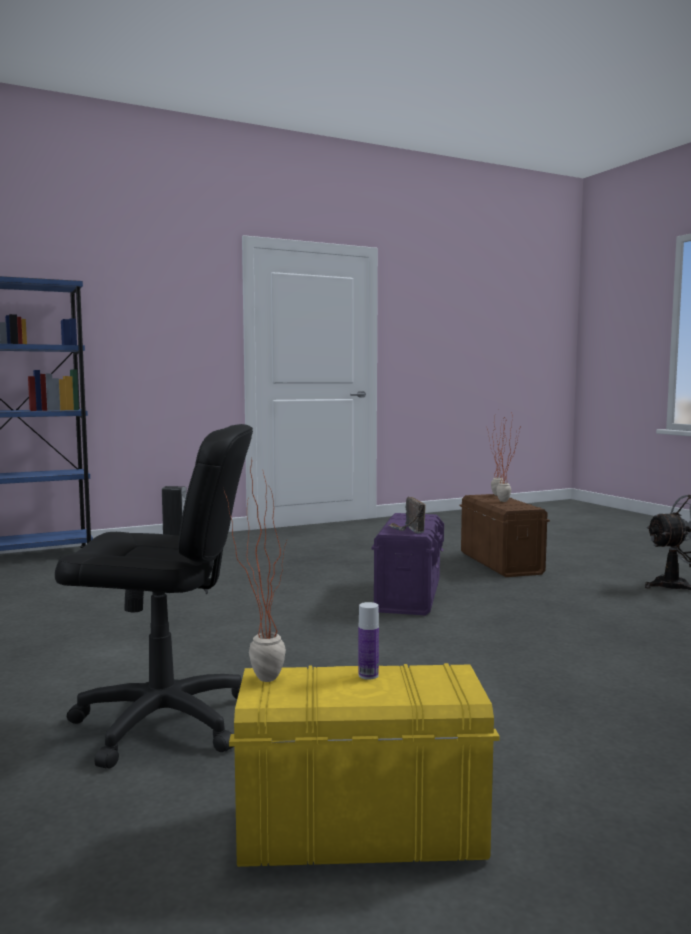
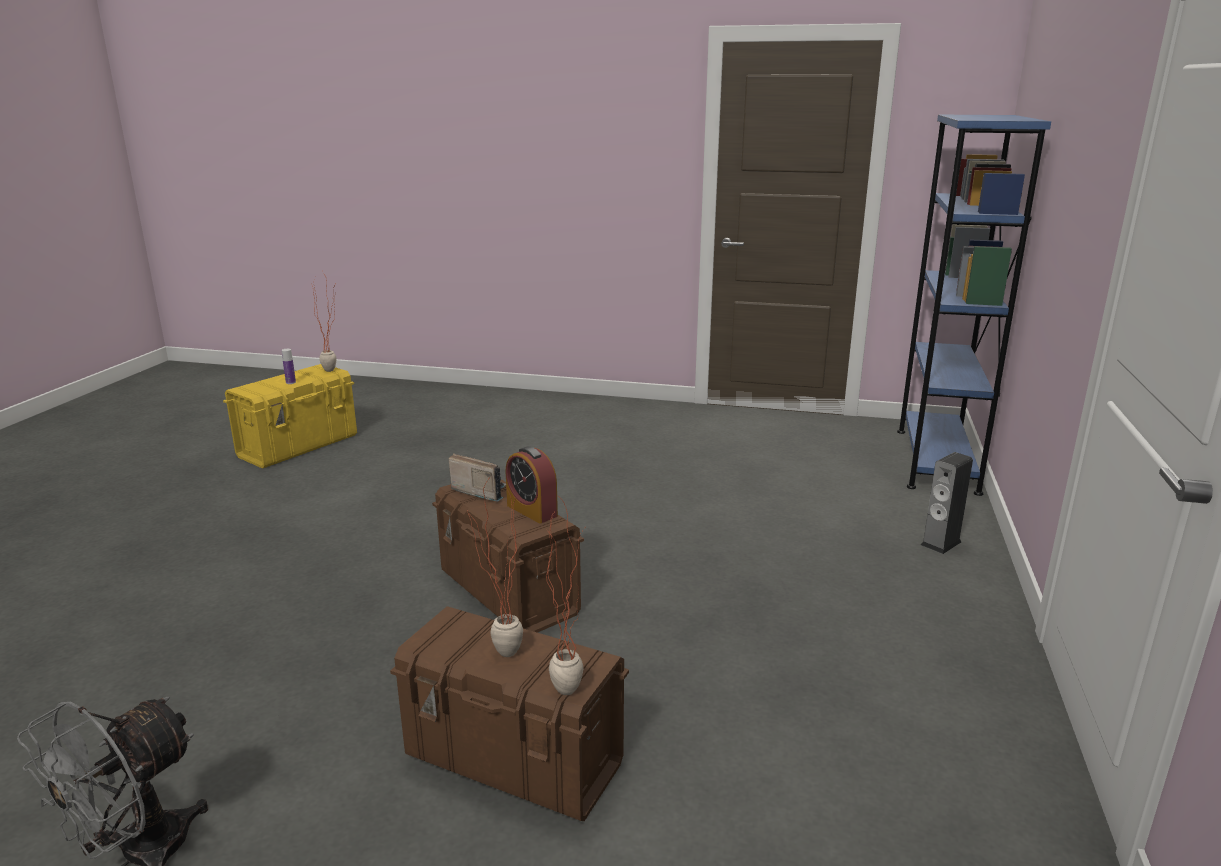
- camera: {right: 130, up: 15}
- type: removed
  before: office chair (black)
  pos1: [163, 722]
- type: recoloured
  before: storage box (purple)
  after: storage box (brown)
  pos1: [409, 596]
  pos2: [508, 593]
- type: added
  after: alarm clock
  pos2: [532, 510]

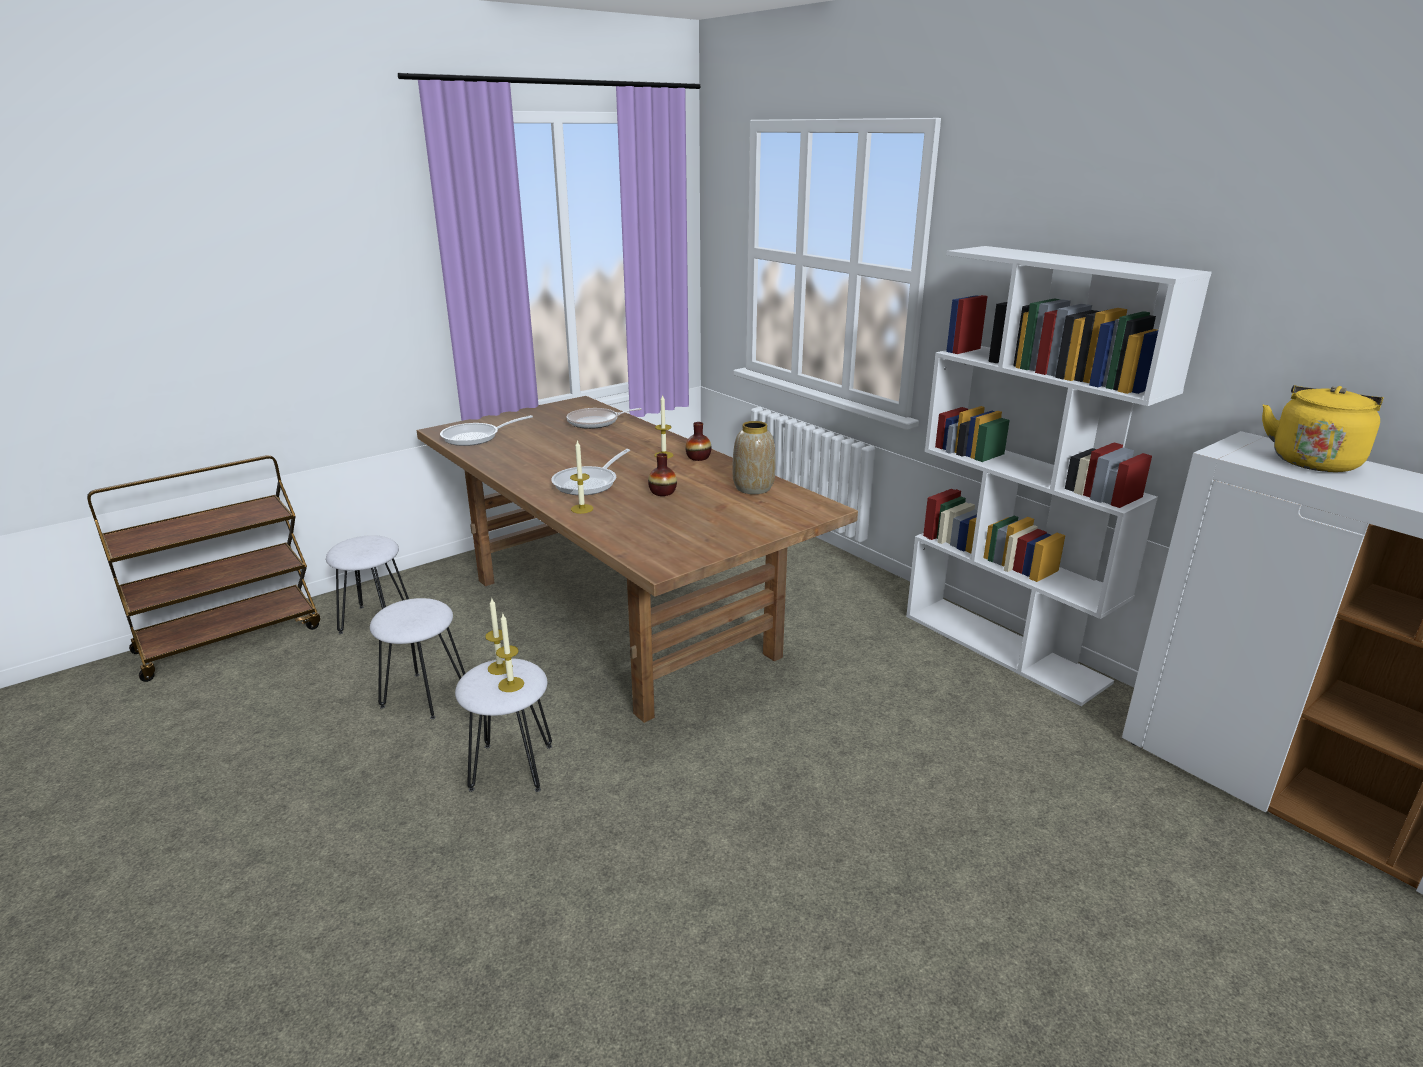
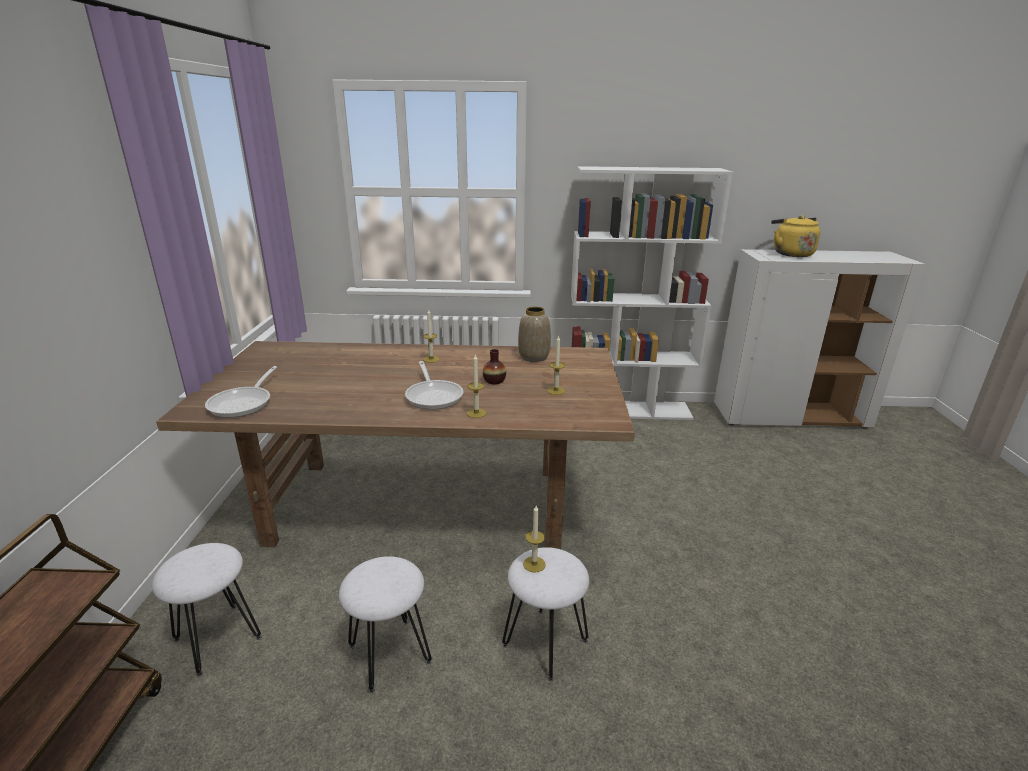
- camera: {right: -50, up: 0}
- type: removed
  before: frying pan
  pos1: [596, 422]
- type: removed
  before: vase
  pos1: [698, 457]
- type: moved
  before: candle
  pos1: [511, 684]
  pos2: [556, 390]

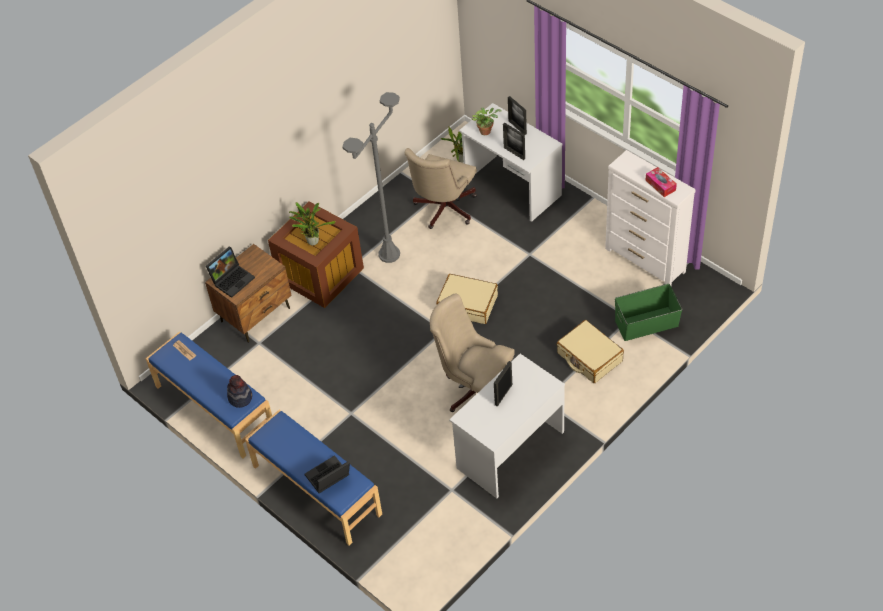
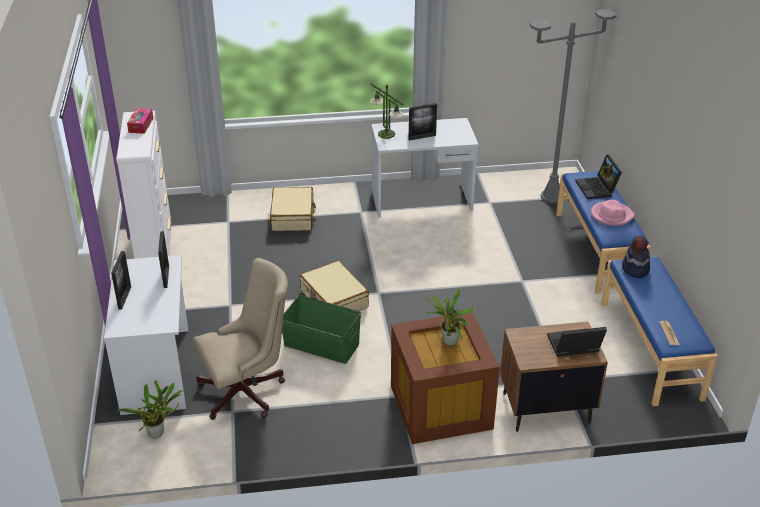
- camera: {right: -145, up: -15}
- type: moved
  before: floor lamp (grey)
  pos1: [389, 254]
  pos2: [551, 197]
- type: removed
  before: potted plant
  pos1: [486, 131]
- type: moved
  before: storage box (green)
  pos1: [647, 324]
  pos2: [321, 344]
- type: removed
  before: office chair (beige)
  pos1: [474, 389]
- type: turned
  before: laptop
  pos1: [328, 478]
  pos2: [597, 189]
  turn: 75
- type: added
  after: table lamp
  pos2: [386, 134]
- type: added
  after: hat (pink)
  pos2: [611, 215]

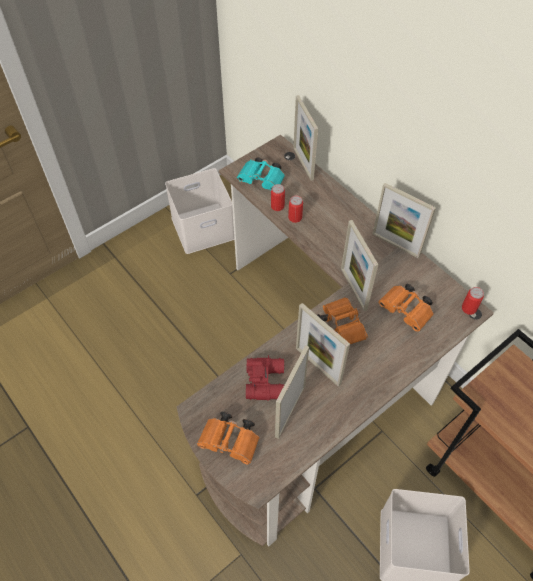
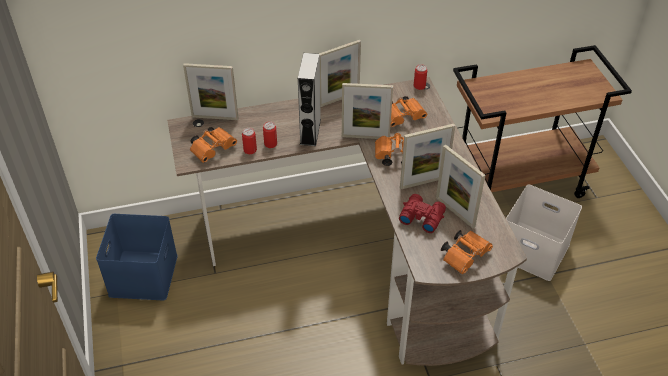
- camera: {right: -65, up: -10}
- type: recoloured
  before: binoculars (turquoise)
  after: binoculars (orange)
  pos1: [263, 181]
  pos2: [214, 149]
- type: recoloured
  before: storage box (white)
  after: storage box (blue)
  pos1: [203, 227]
  pos2: [142, 274]
- type: added
  after: speaker (grey)
  pos2: [310, 132]

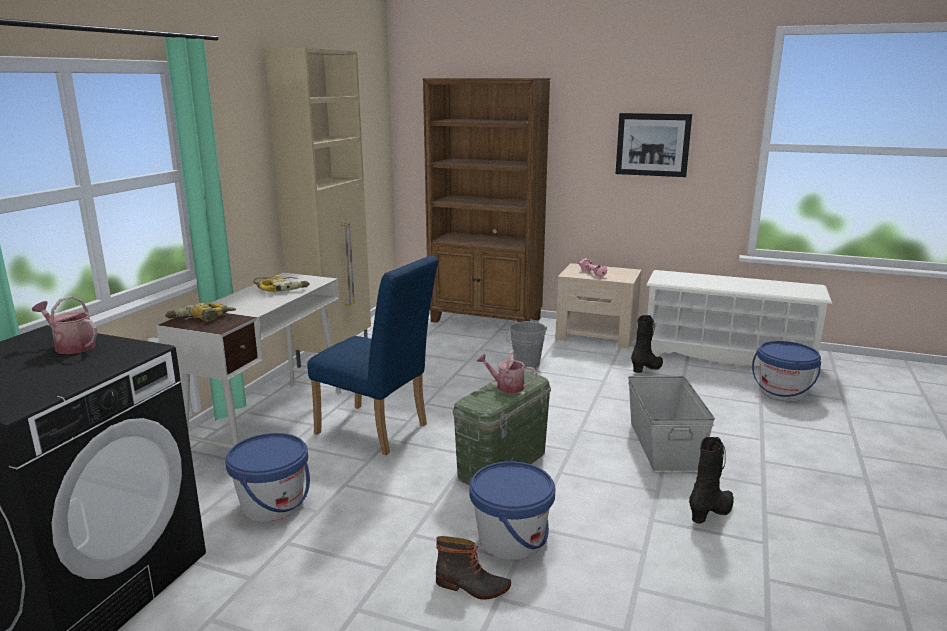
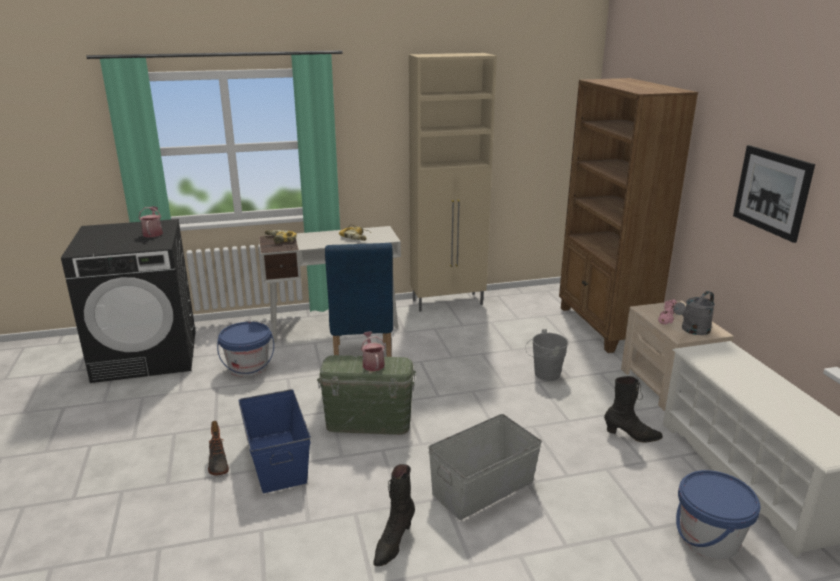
- camera: {right: 55, up: 5}
- type: turned
  before: boot (black)
  pos1: [712, 513]
  pos2: [393, 543]
  turn: 105
- type: replaced
  before: bucket (blue)
  after: storage box (blue)
  pos1: [511, 539]
  pos2: [278, 459]
- type: added
  after: watering can (grey)
  pos2: [692, 330]

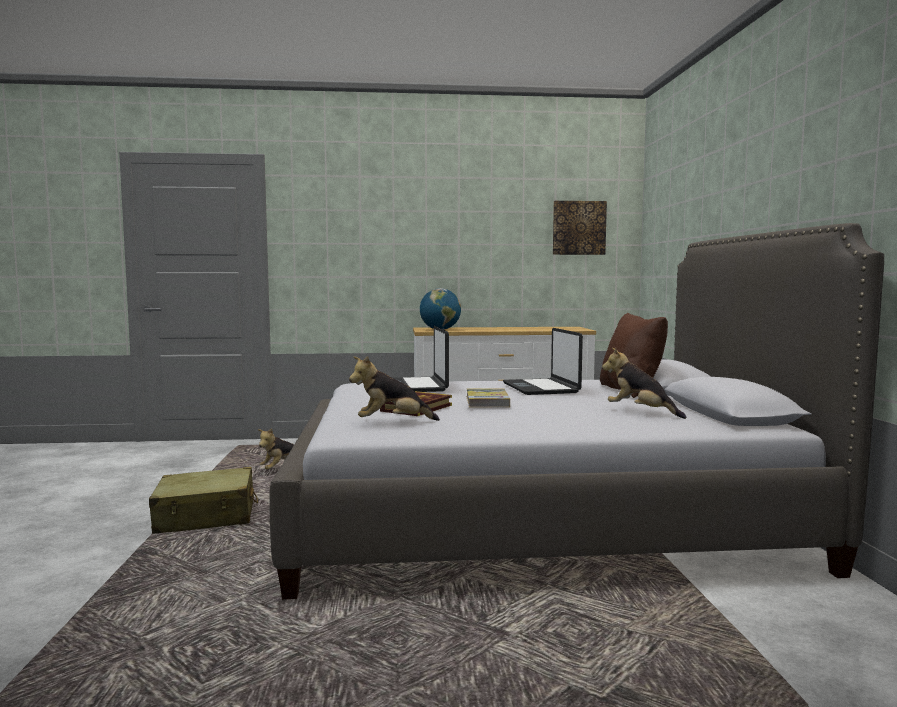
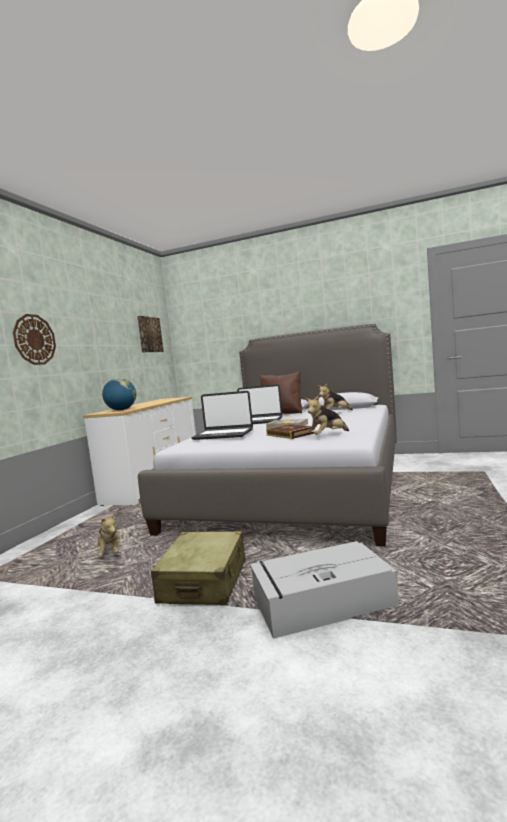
- camera: {right: -65, up: 0}
- type: turned
  before: plush toy
  pos1: [392, 423]
  pos2: [327, 436]
  turn: 45
- type: added
  after: wall clock
  pos2: [34, 339]
- type: added
  after: storage box (grey)
  pos2: [321, 602]

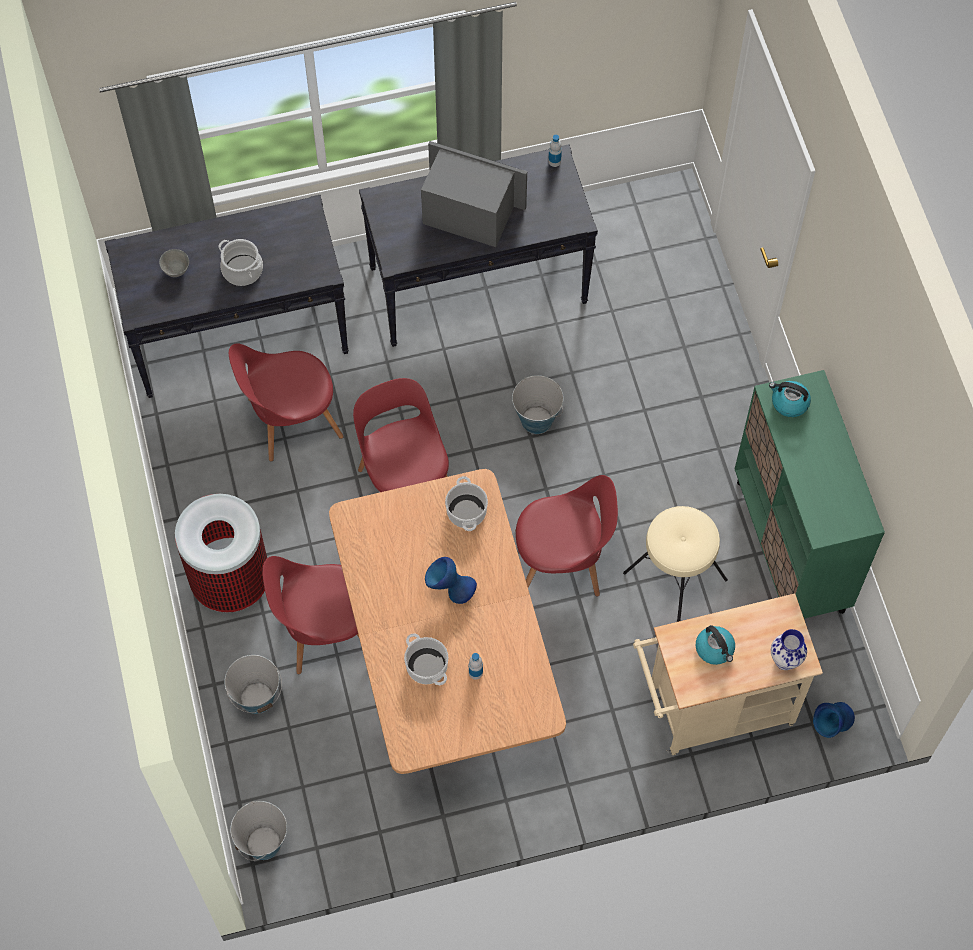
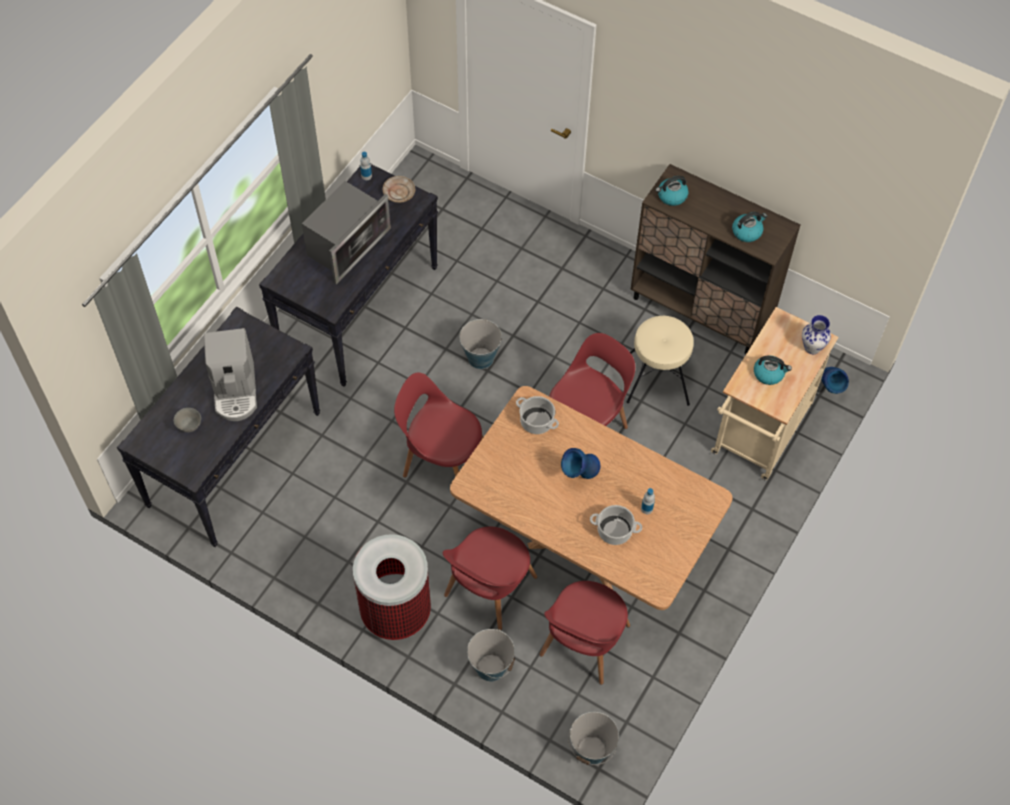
- camera: {right: -45, up: -5}
- type: turned
  before: microwave
  pos1: [469, 213]
  pos2: [346, 245]
  turn: 150
- type: replaced
  before: cooking pot
  after: coffee machine
  pos1: [242, 270]
  pos2: [235, 391]
- type: moved
  before: chair (red)
  pos1: [290, 419]
  pos2: [583, 644]
- type: recoloured
  before: cabinet (green)
  after: cabinet (brown)
  pos1: [790, 546]
  pos2: [701, 310]
- type: added
  after: plate (beige)
  pos2: [399, 192]
- type: added
  after: kettle
  pos2: [747, 232]

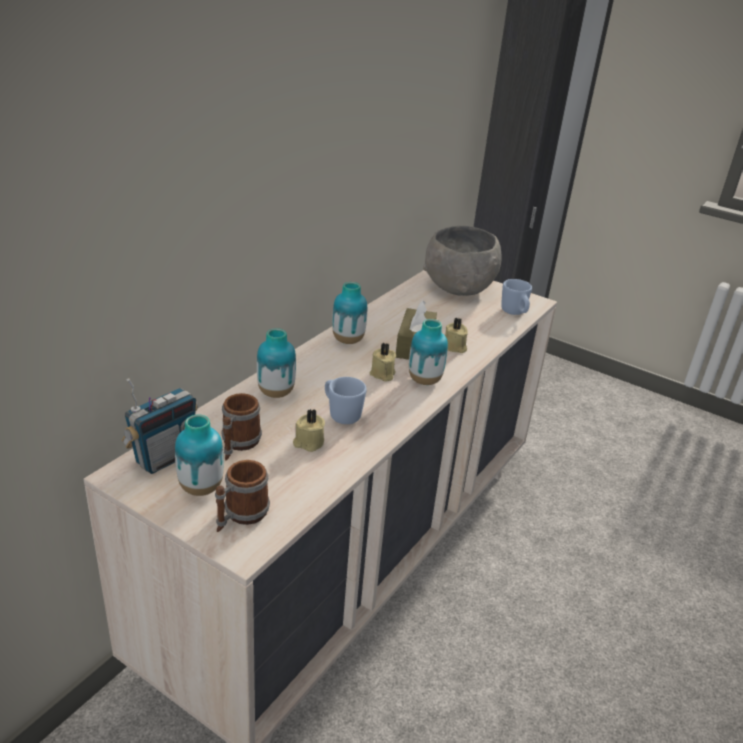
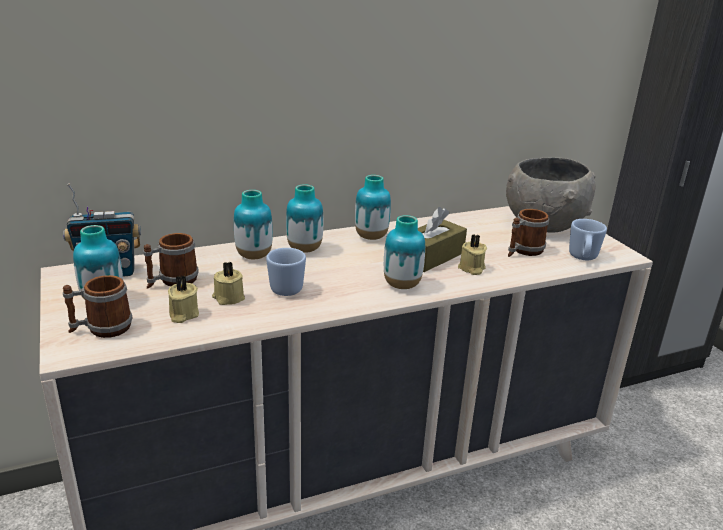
- camera: {right: 35, up: -5}
- type: moved
  before: candle (beige)
  pos1: [382, 374]
  pos2: [182, 314]
- type: added
  after: vase
  pos2: [304, 249]
- type: added
  after: mug
  pos2: [523, 251]

